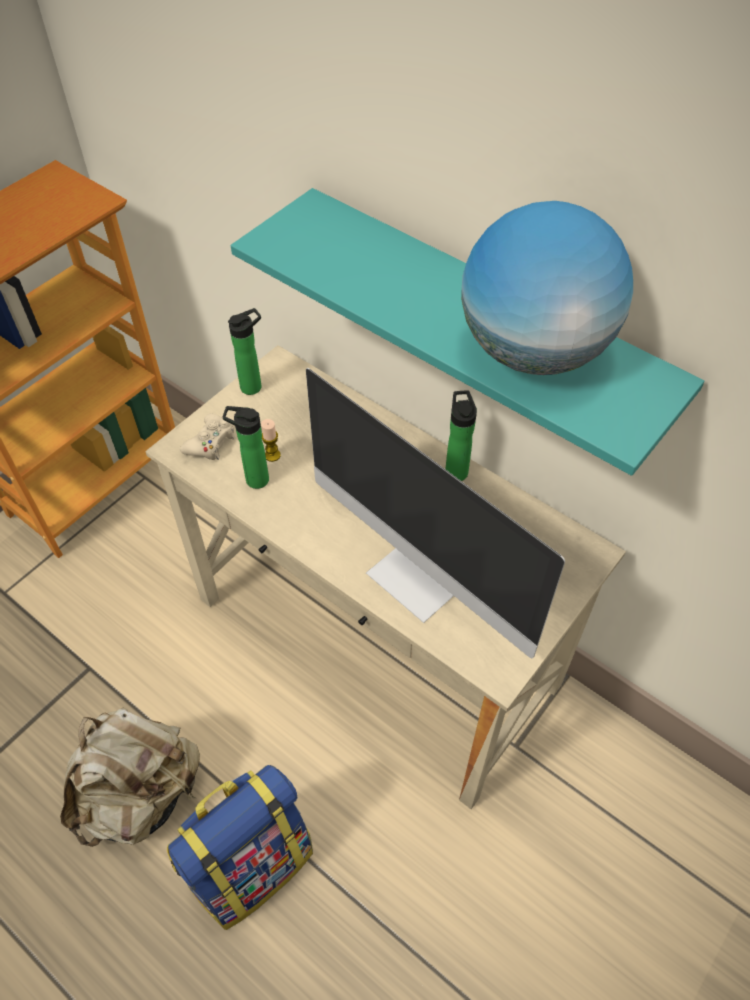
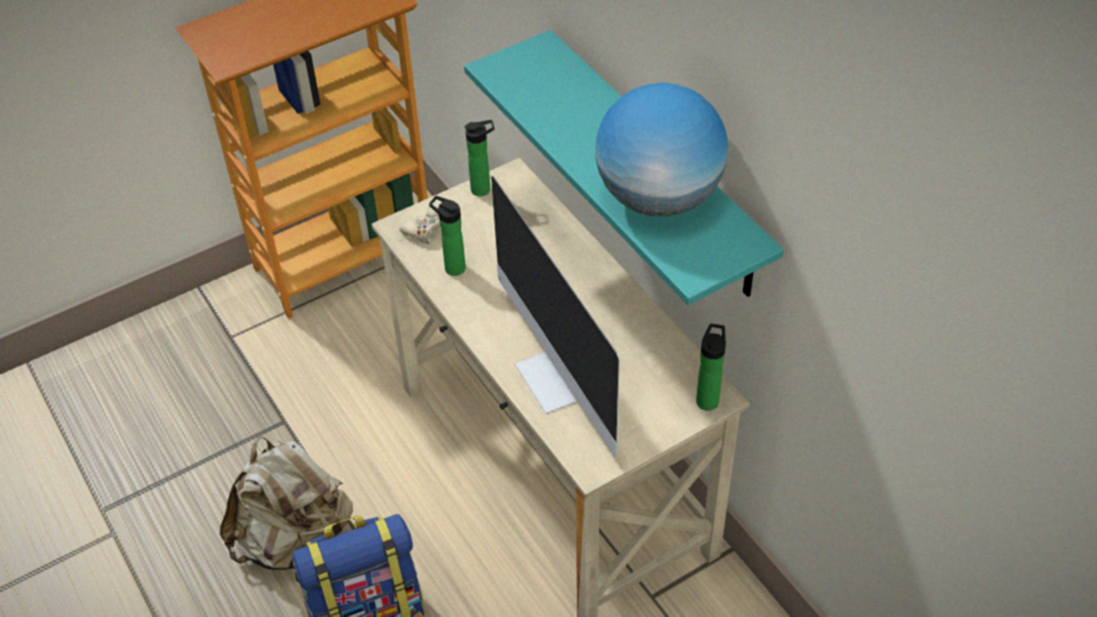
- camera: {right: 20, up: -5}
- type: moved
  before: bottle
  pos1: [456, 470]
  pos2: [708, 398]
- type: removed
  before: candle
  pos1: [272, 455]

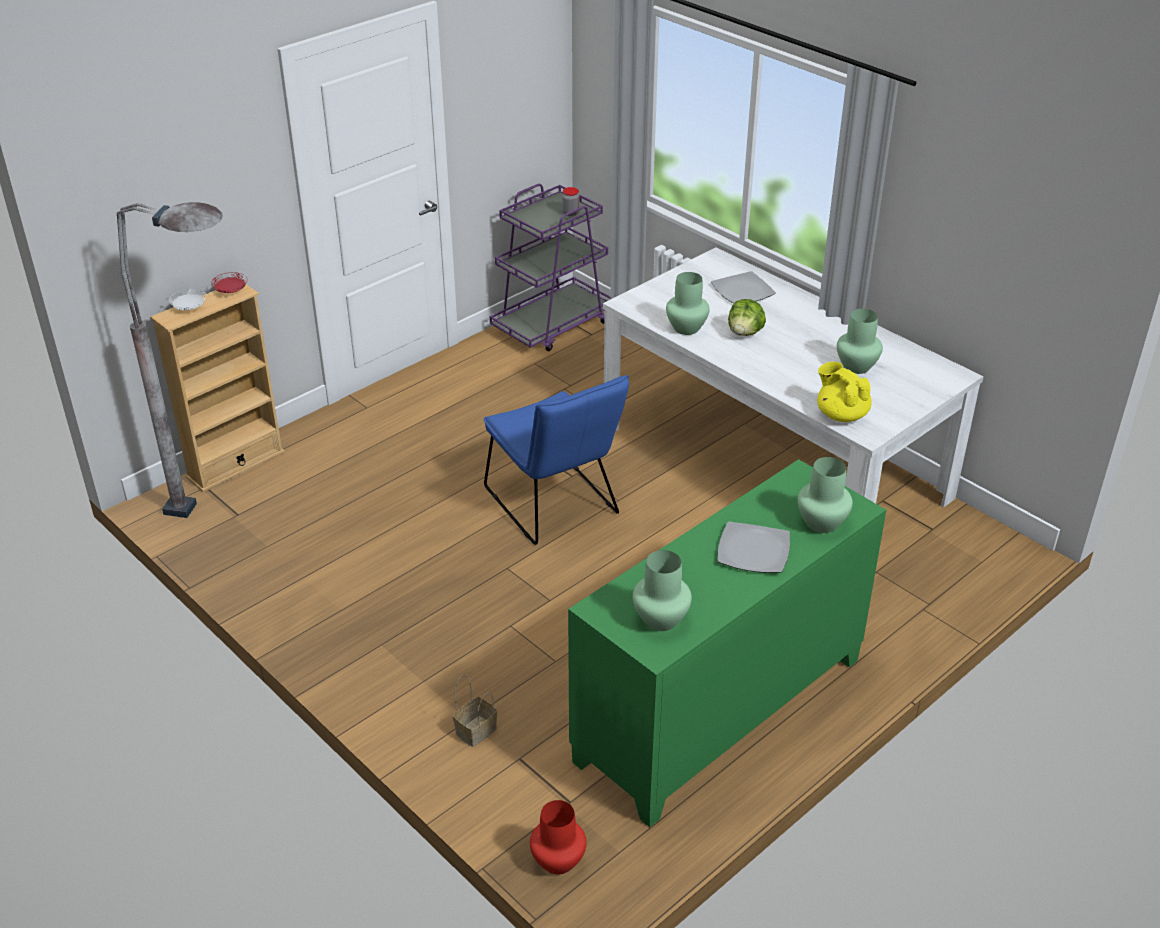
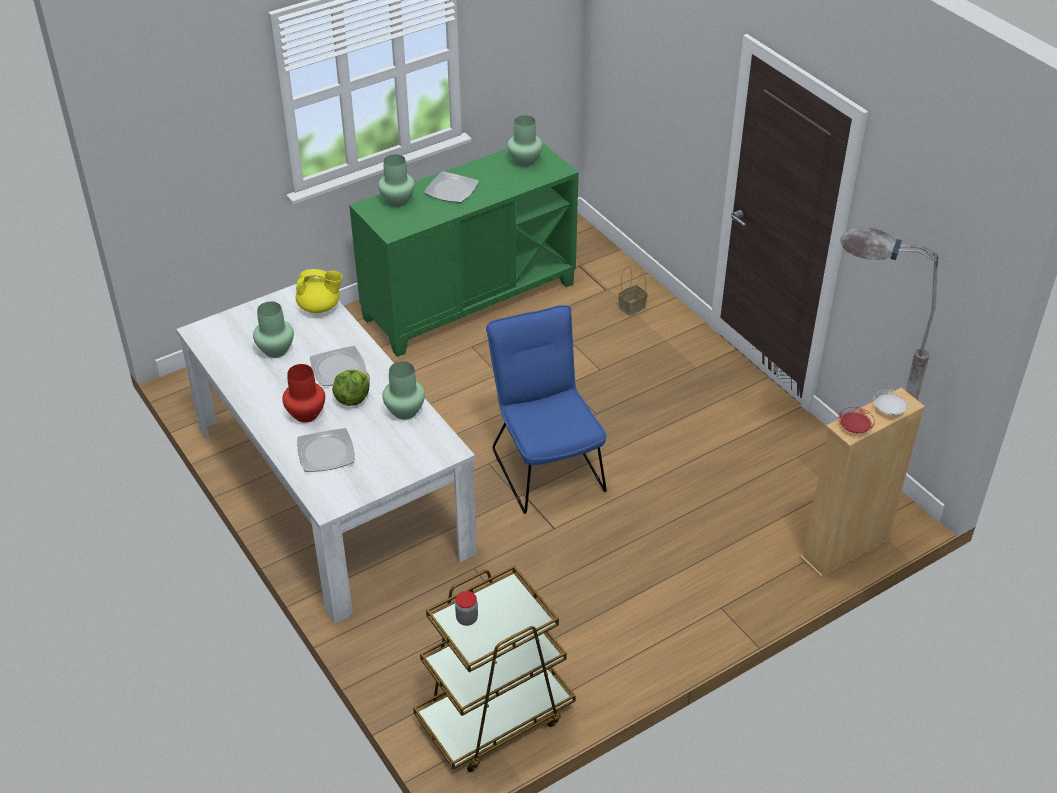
- camera: {right: -170, up: 5}
- type: recoloured
  before: cart (purple)
  after: cart (brown)
  pos1: [553, 325]
  pos2: [494, 717]
- type: turned
  before: teapot (yellow)
  pos1: [841, 414]
  pos2: [320, 307]
  turn: -60
- type: moved
  before: vase (red)
  pos1: [557, 860]
  pos2: [306, 414]
- type: added
  after: plate
  pos2: [338, 368]

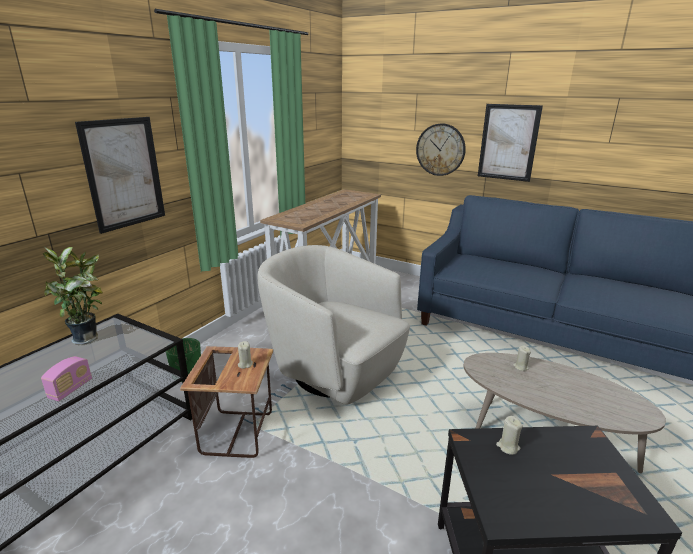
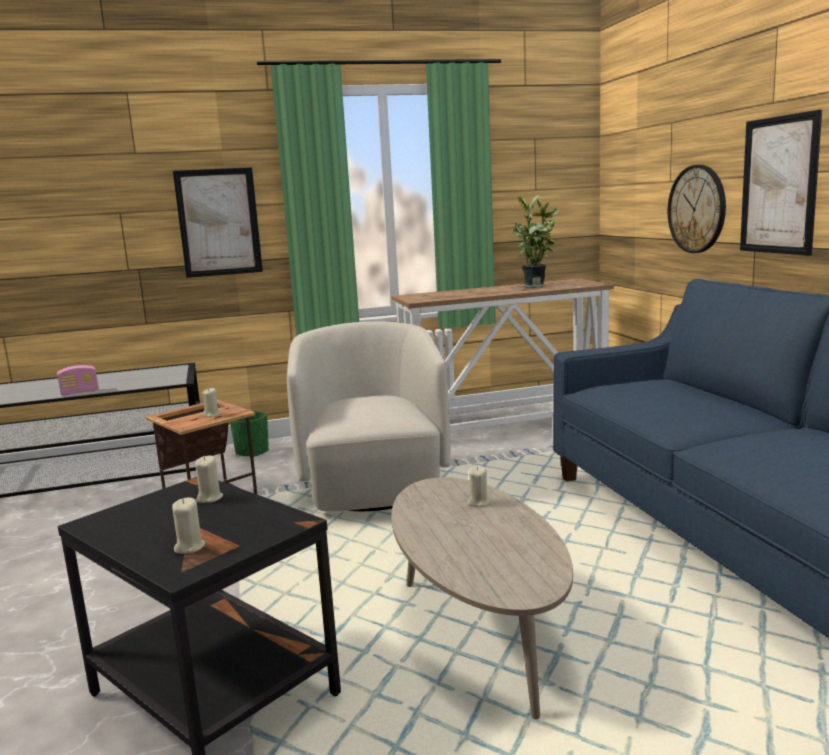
- camera: {right: 45, up: -10}
- type: moved
  before: potted plant
  pos1: [88, 338]
  pos2: [536, 286]
- type: added
  after: candle (beige)
  pos2: [189, 547]

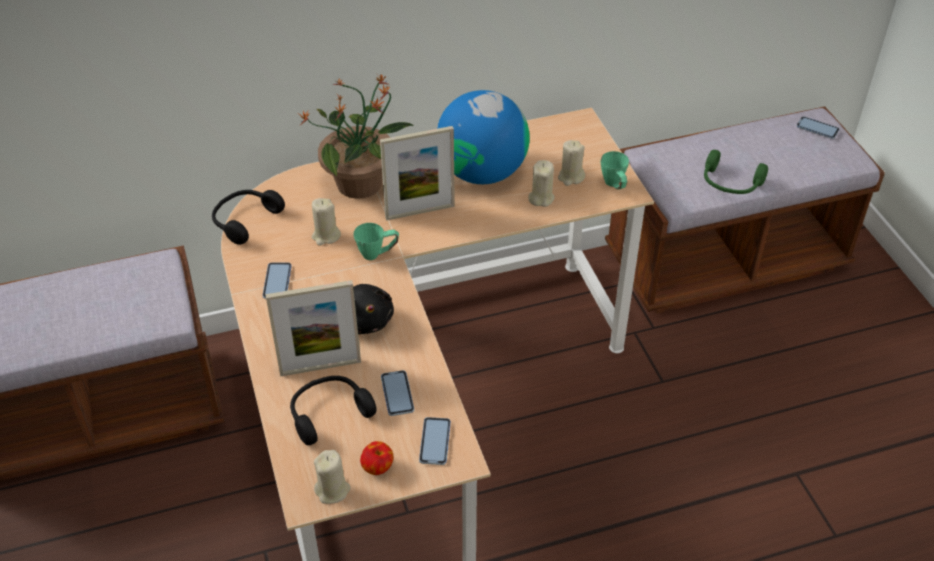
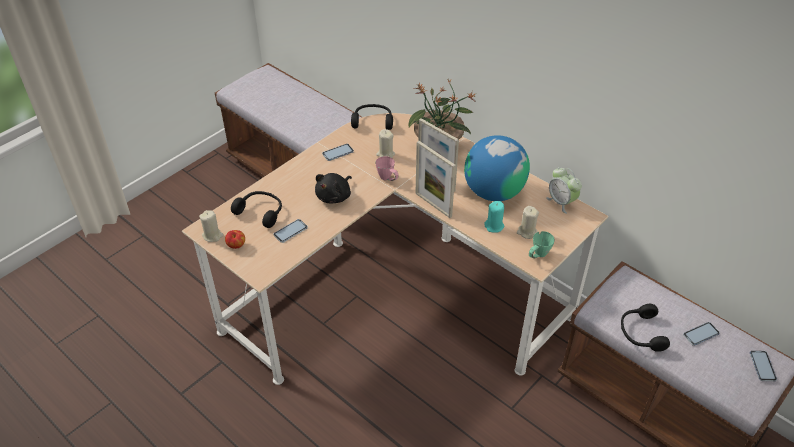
- camera: {right: 60, up: 0}
- type: recoloured
  before: headphones (green)
  after: headphones (black)
  pos1: [730, 184]
  pos2: [640, 333]
- type: recoloured
  before: candle (beige)
  after: candle (turquoise)
  pos1: [541, 198]
  pos2: [494, 226]
- type: recoloured
  before: mug (green)
  after: mug (pink)
  pos1: [377, 254]
  pos2: [388, 179]
- type: moved
  before: picture frame
  pos1: [320, 367]
  pos2: [433, 205]
- type: moved
  before: phone
  pos1: [435, 442]
  pos2: [701, 334]
- type: added
  after: alarm clock
  pos2: [561, 202]

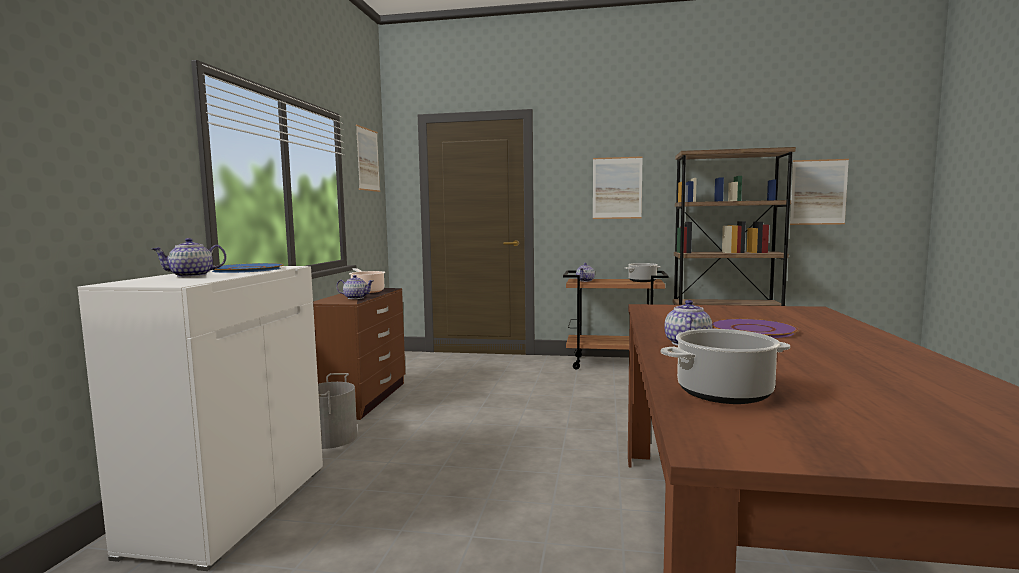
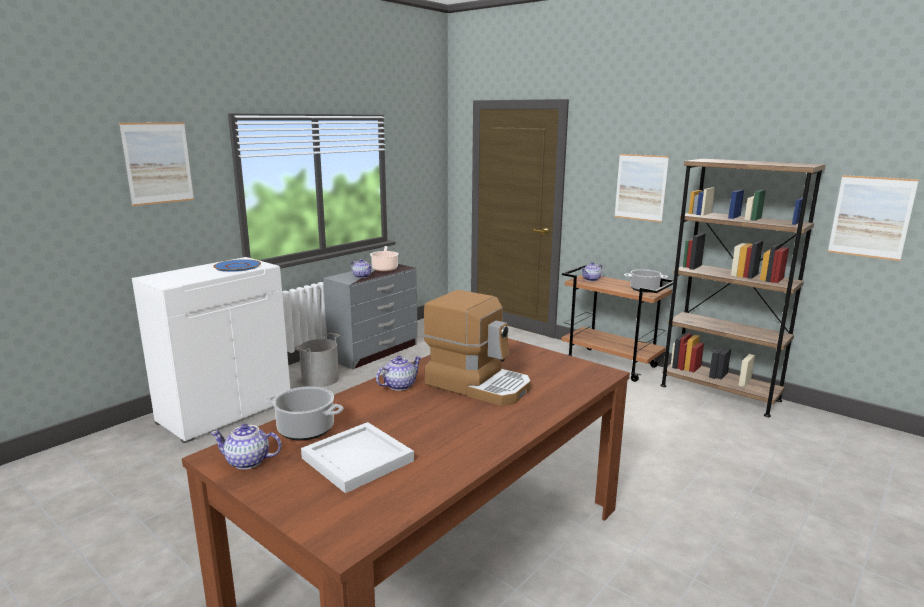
- camera: {right: 30, up: 10}
- type: moved
  before: picture
  pos1: [368, 159]
  pos2: [158, 163]
- type: moved
  before: teapot
  pos1: [192, 276]
  pos2: [248, 462]
- type: recoloured
  before: dresser (brown)
  after: dresser (grey)
  pos1: [364, 398]
  pos2: [375, 352]
- type: replaced
  before: plate (purple)
  after: coffee machine
  pos1: [752, 330]
  pos2: [478, 384]
- type: added
  after: tray (white)
  pos2: [355, 459]

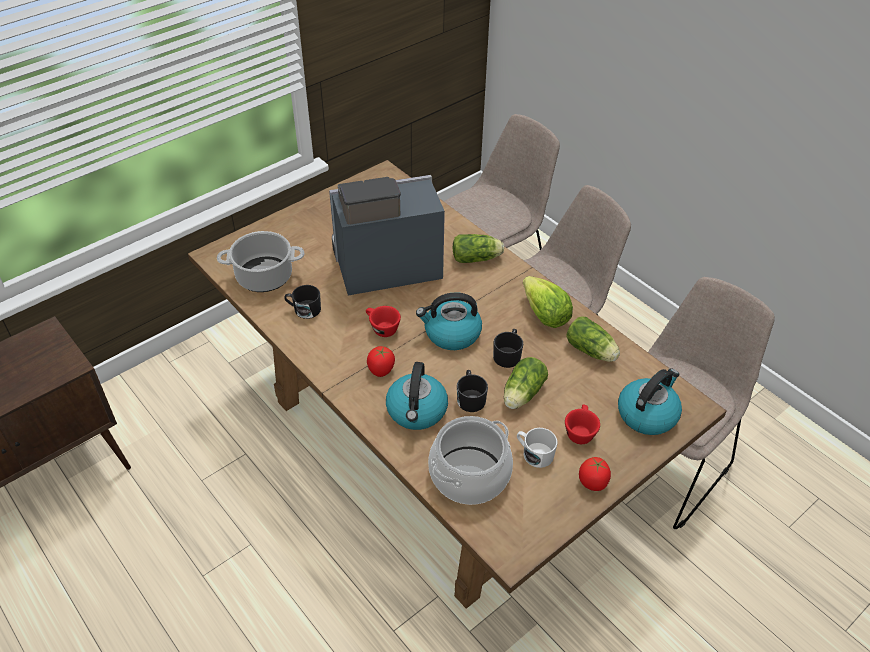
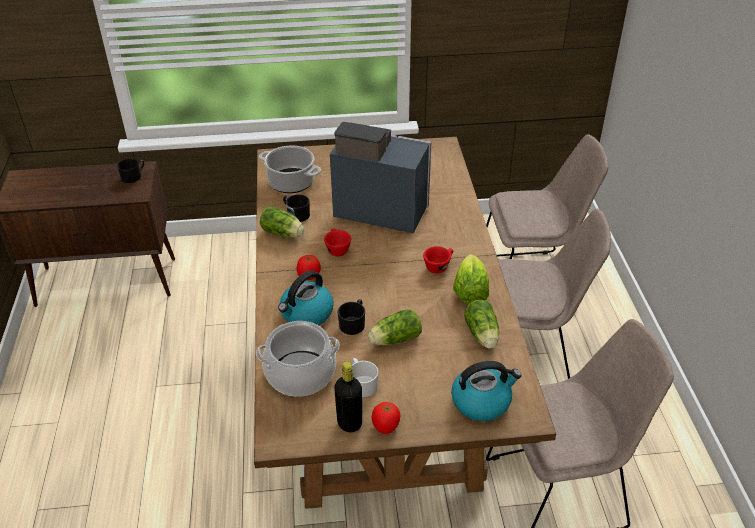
- camera: {right: 35, up: -5}
- type: moved
  before: lettuce
  pos1: [477, 258]
  pos2: [284, 233]
- type: removed
  before: kettle
  pos1: [451, 334]
- type: moved
  before: mug (black)
  pos1: [508, 354]
  pos2: [133, 176]
- type: moved
  before: cup (red)
  pos1: [579, 431]
  pos2: [439, 266]
- type: added
  after: bottle (black)
  pos2: [349, 423]

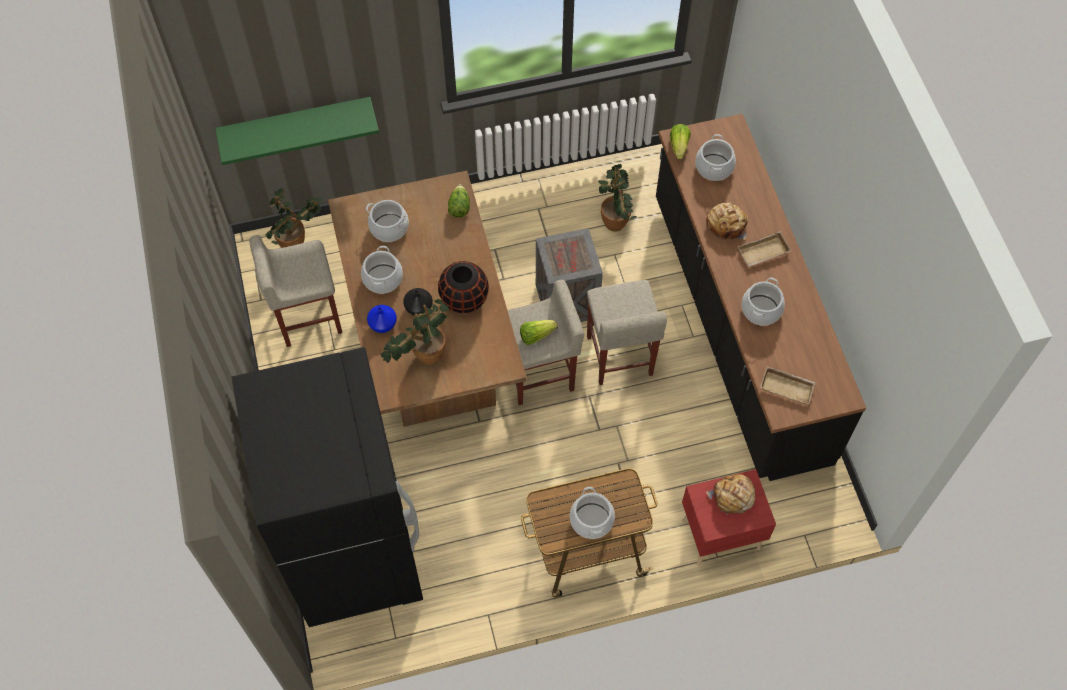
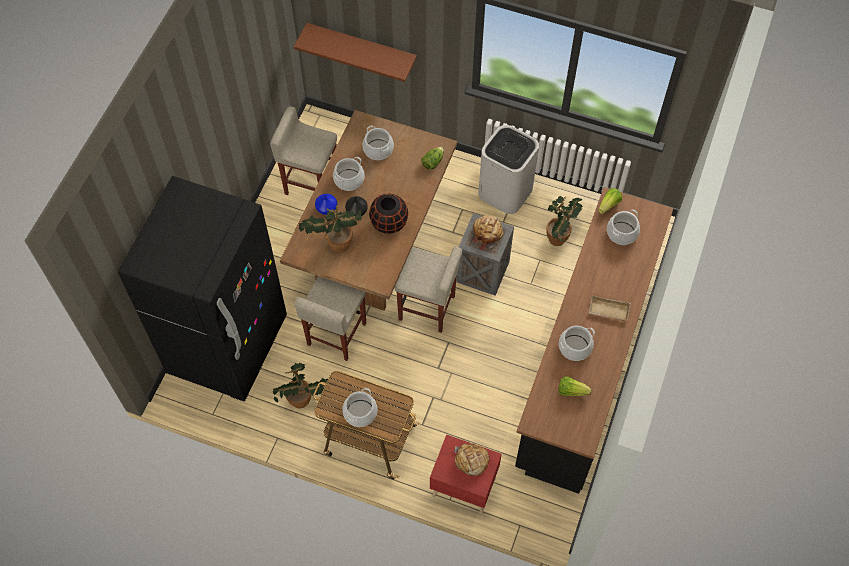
- camera: {right: 35, up: 0}
- type: recoloured
  before: shelf (green)
  after: shelf (brown)
  pos1: [296, 123]
  pos2: [361, 47]
- type: moved
  before: potted plant
  pos1: [298, 242]
  pos2: [305, 401]
- type: moved
  before: bread
  pos1: [726, 224]
  pos2: [488, 232]
- type: moved
  before: stool (beige)
  pos1: [619, 357]
  pos2: [336, 335]
- type: moved
  before: lettuce
  pos1: [536, 335]
  pos2: [571, 391]
- type: removed
  before: tray (beige)
  pos1: [787, 387]
- type: added
  after: trash can (white)
  pos2: [506, 191]

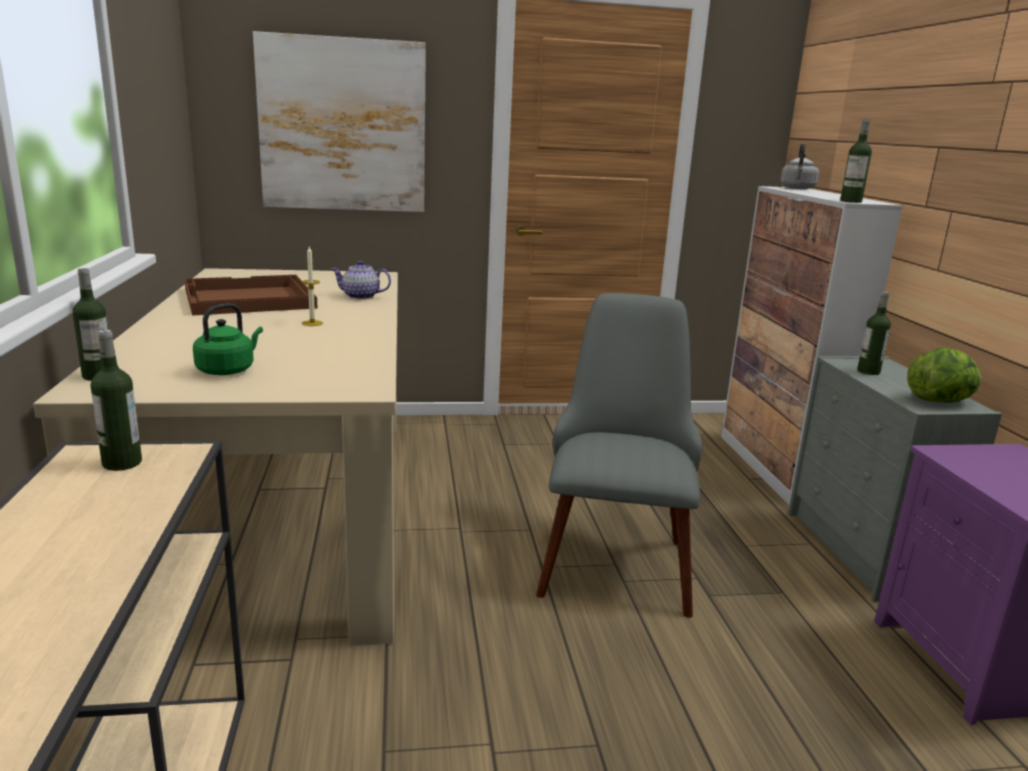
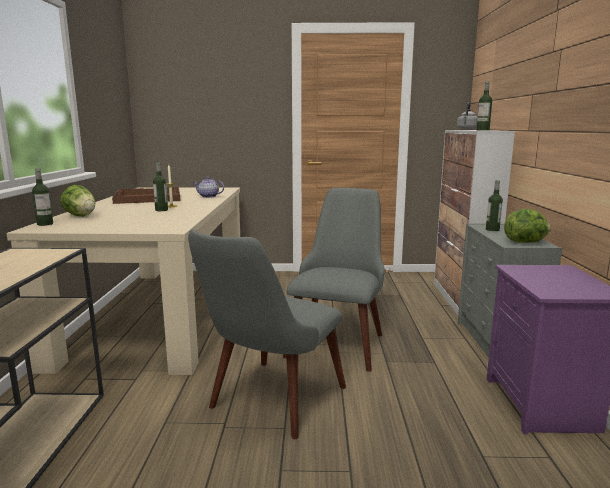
- camera: {right: 10, up: -5}
- type: removed
  before: picture
  pos1: [343, 126]
- type: removed
  before: kettle (green)
  pos1: [228, 370]
- type: moved
  before: bottle
  pos1: [122, 463]
  pos2: [161, 210]
- type: added
  after: lettuce
  pos2: [81, 216]
- type: added
  after: chair (grey)
  pos2: [269, 405]

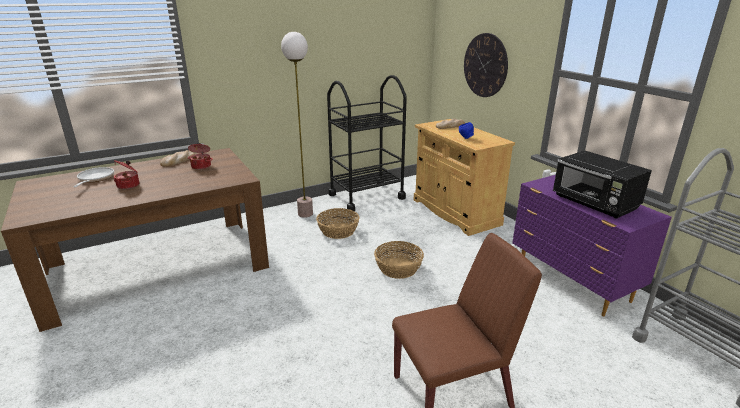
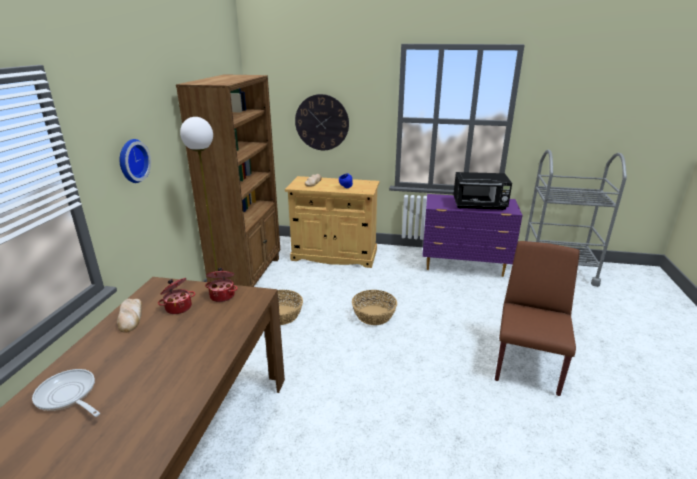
- camera: {right: -50, up: 0}
- type: replaced
  before: cart (black)
  after: bookcase (brown)
  pos1: [366, 196]
  pos2: [248, 275]
- type: moved
  before: cooking pot
  pos1: [129, 185]
  pos2: [223, 295]
- type: added
  after: wall clock
  pos2: [131, 161]

